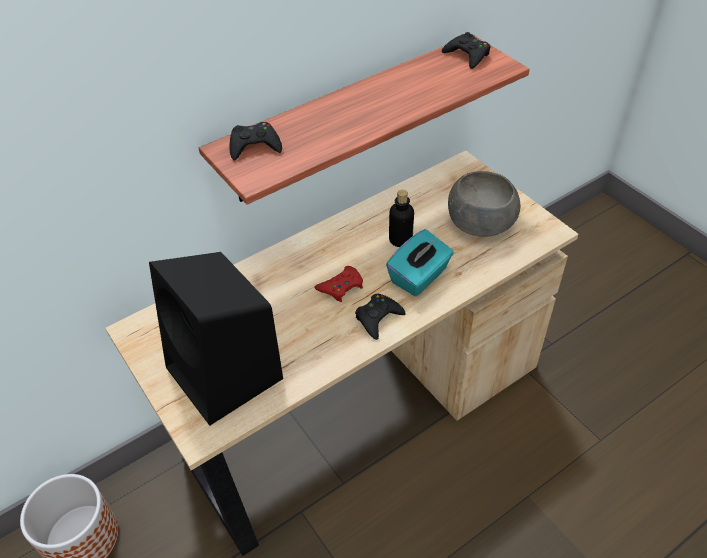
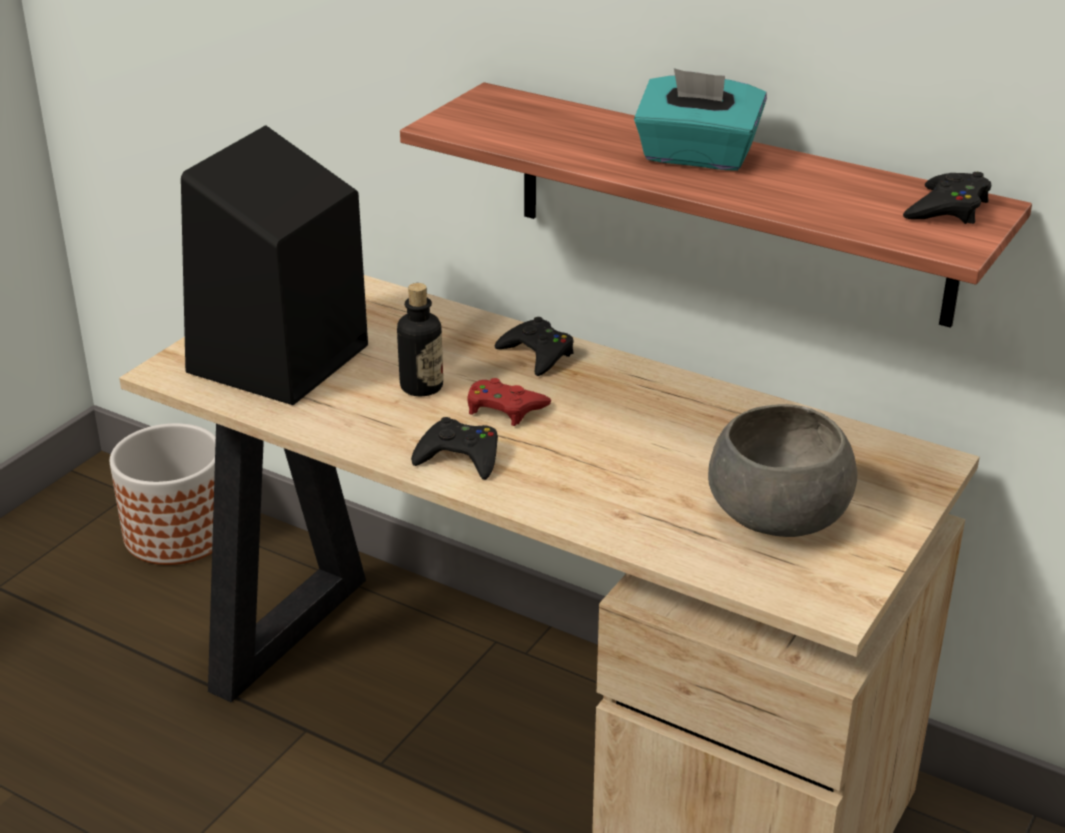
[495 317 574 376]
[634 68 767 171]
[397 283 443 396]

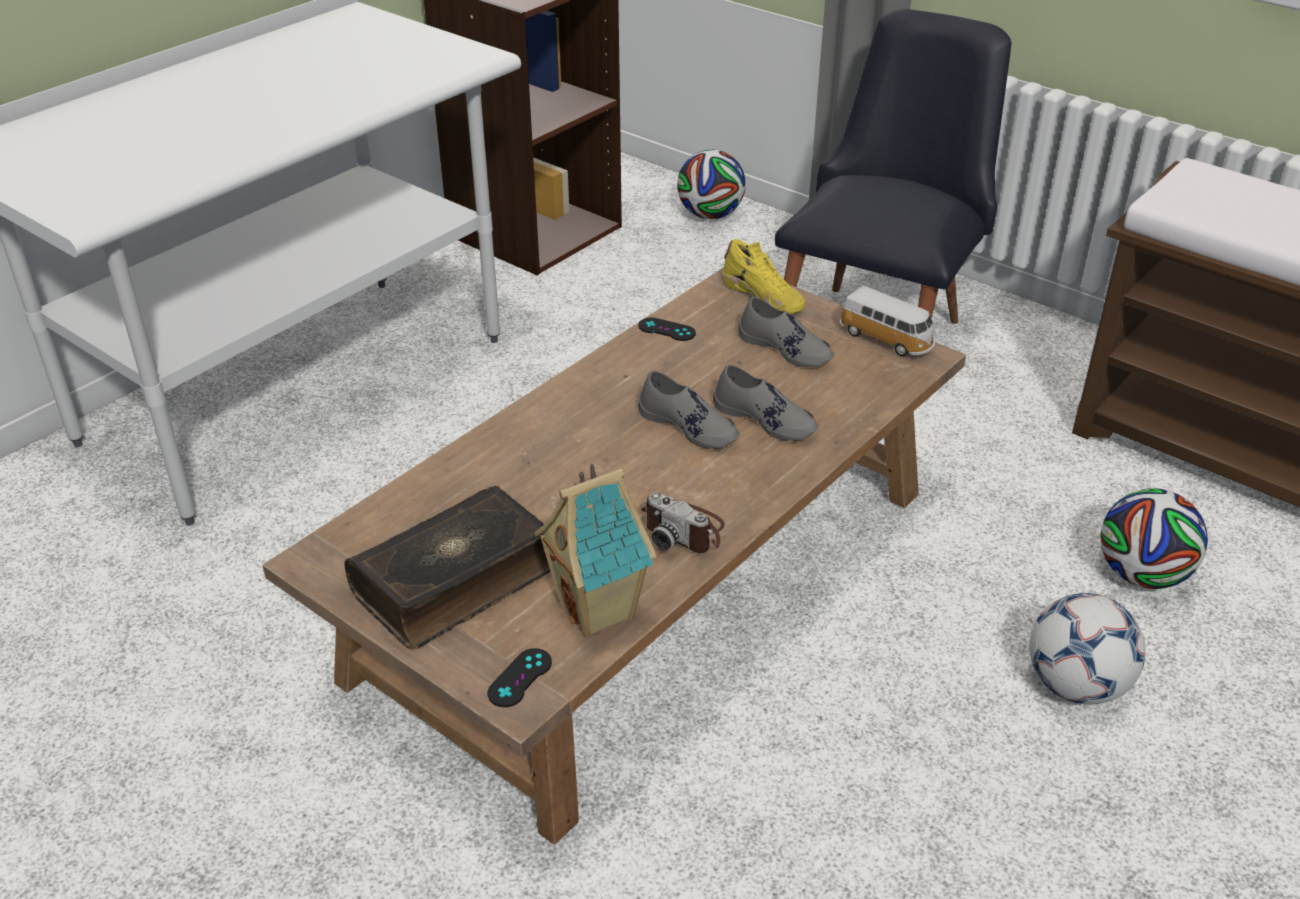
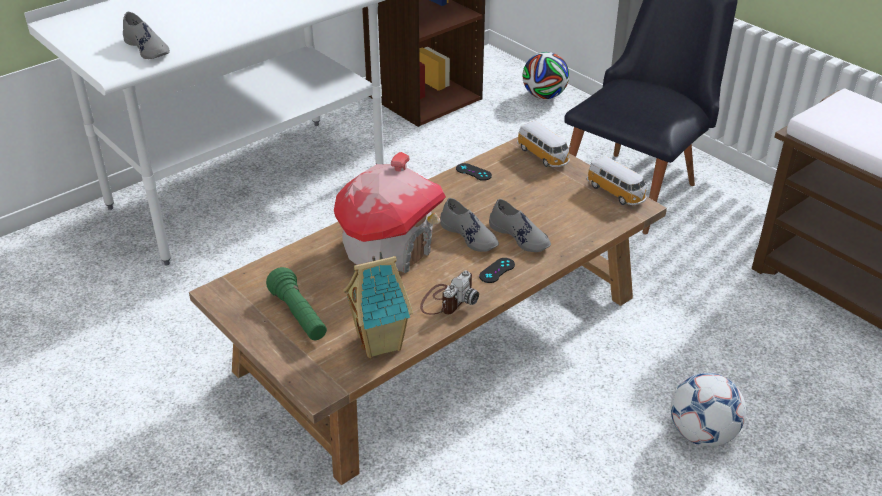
[1100 489 1208 589] (first image)
[334 152 446 273]
[479 258 515 283]
[123 11 170 59]
[266 267 327 340]
[517 121 570 167]
[420 271 479 315]

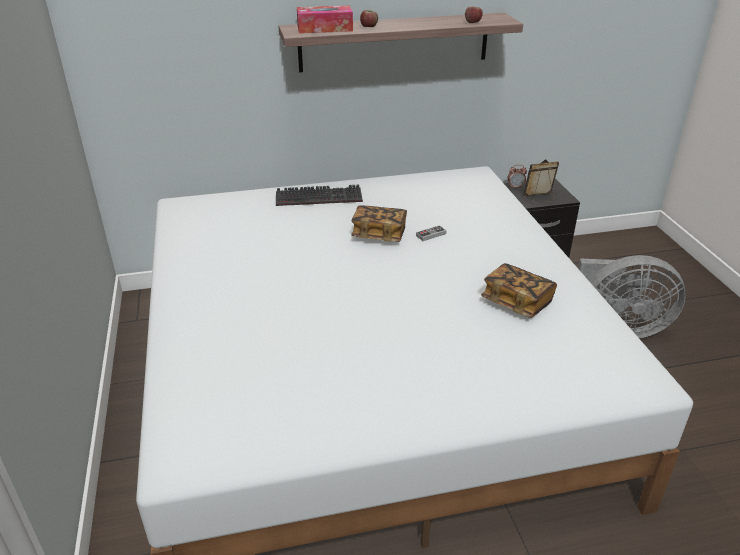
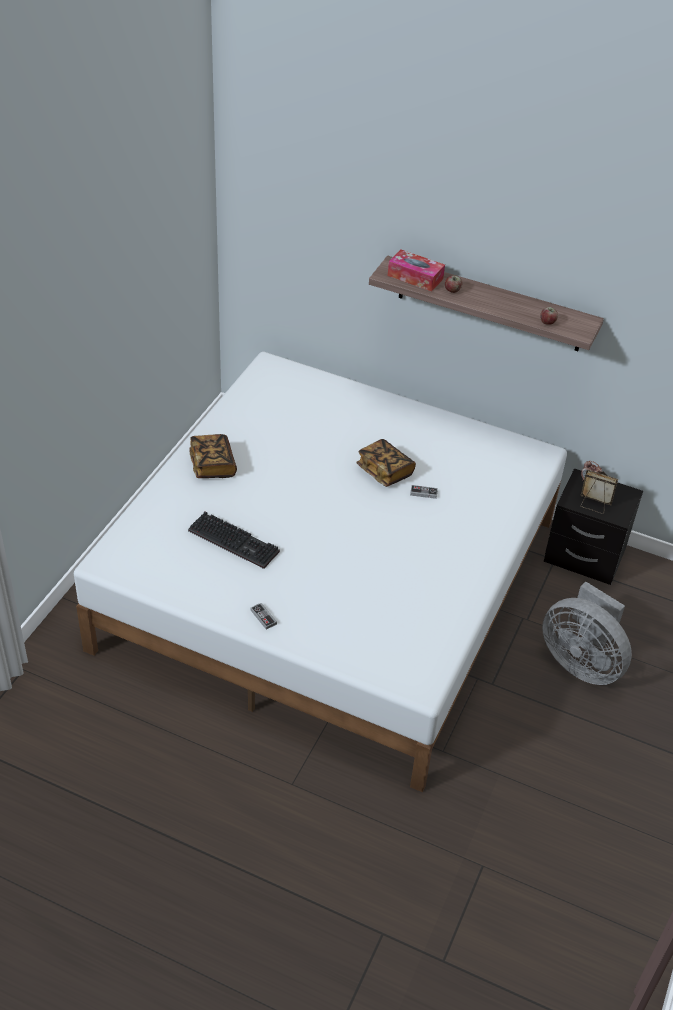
[251 603 277 629]
[188 511 280 569]
[189 434 237 478]

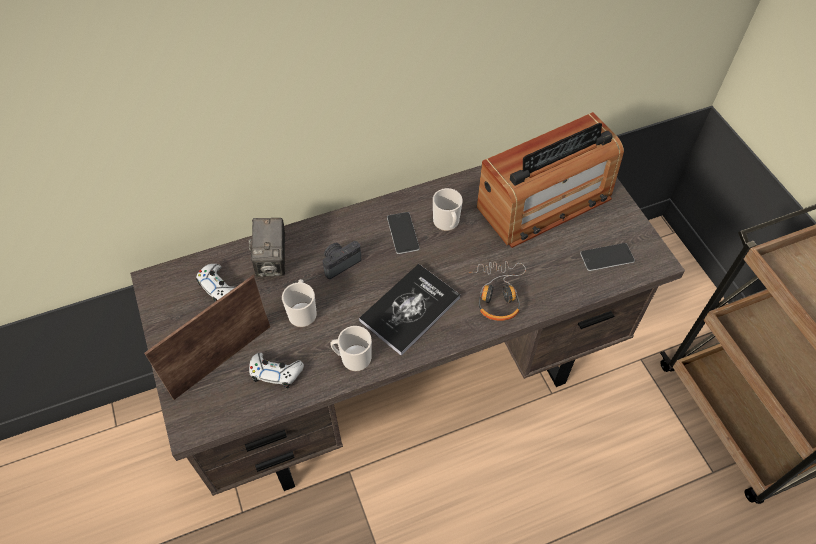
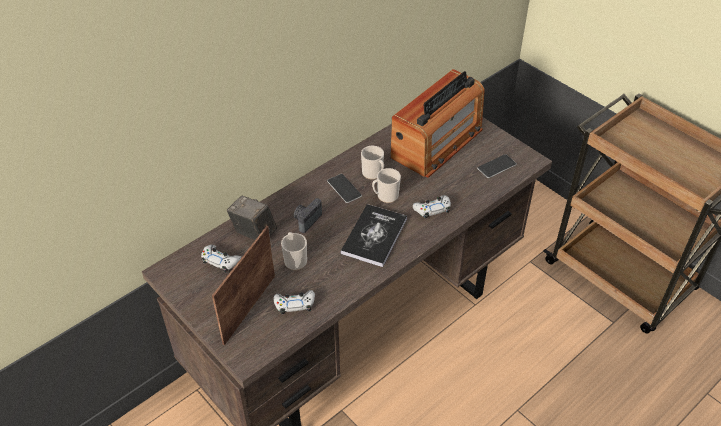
[372 168 401 203]
[413 195 451 219]
[227 196 277 240]

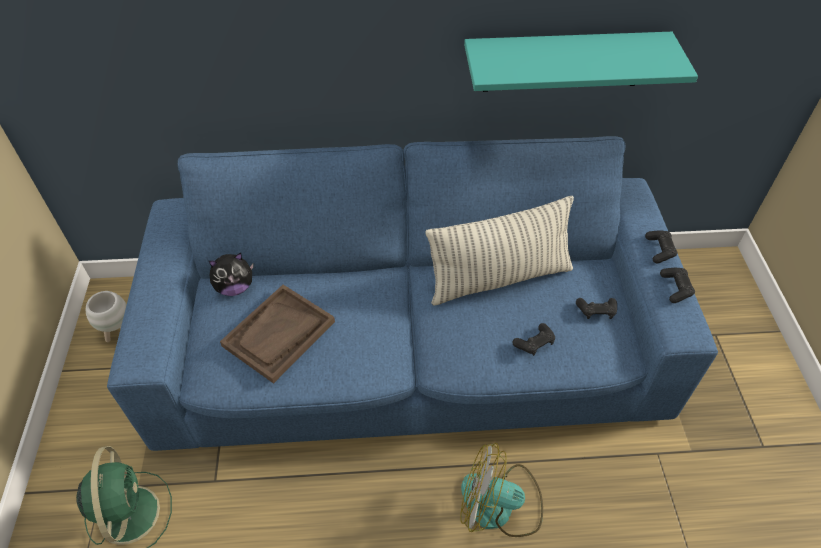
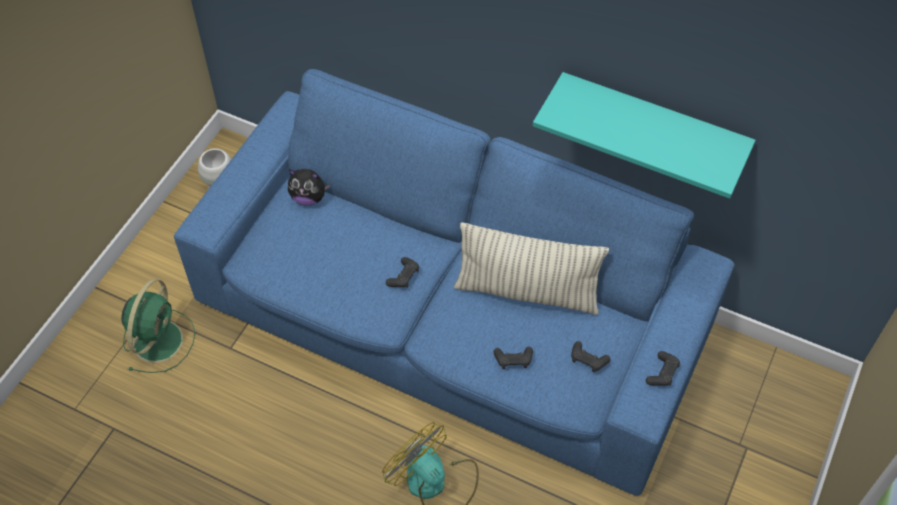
[220 285 335 384] (first image)
[386 257 419 288]

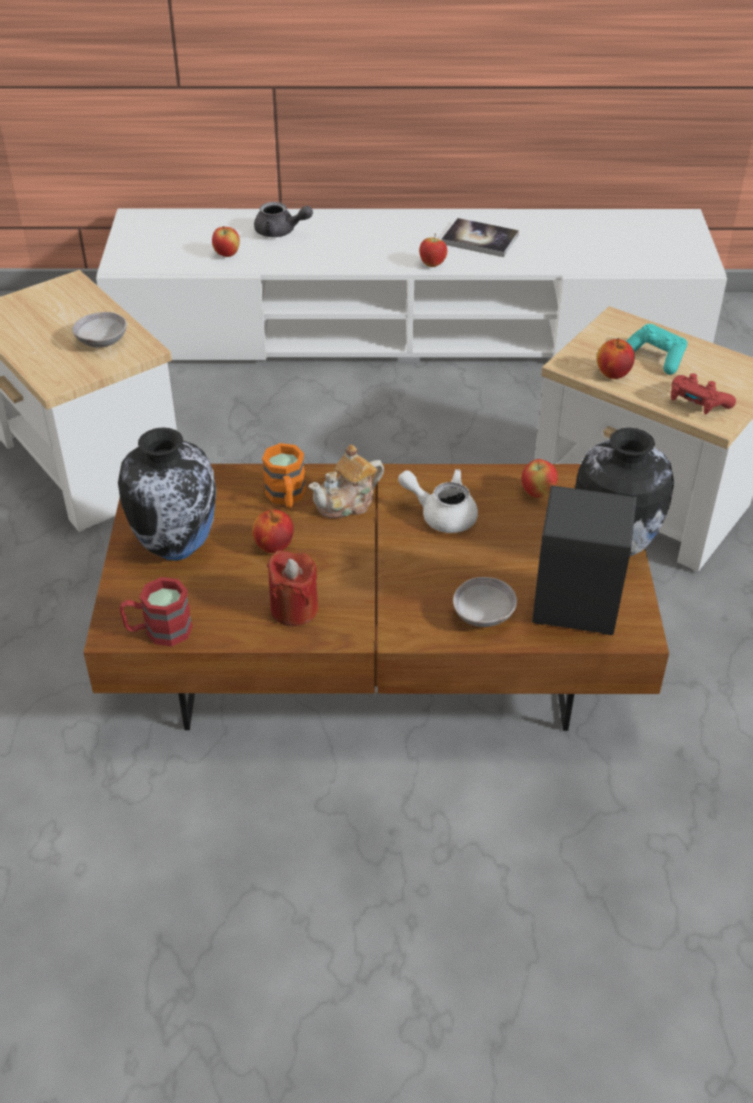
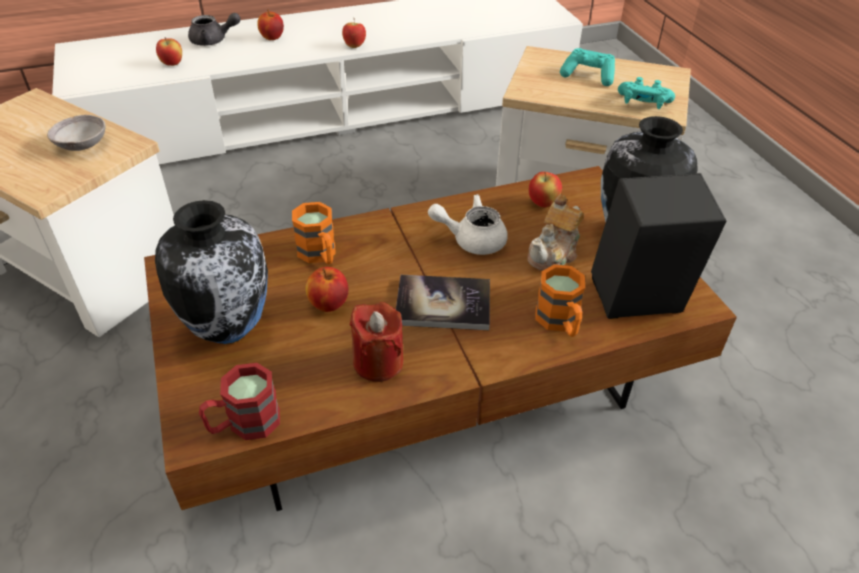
[527 195 584 271]
[396 275 490 330]
[257 9 284 40]
[535 264 585 337]
[618 77 675 109]

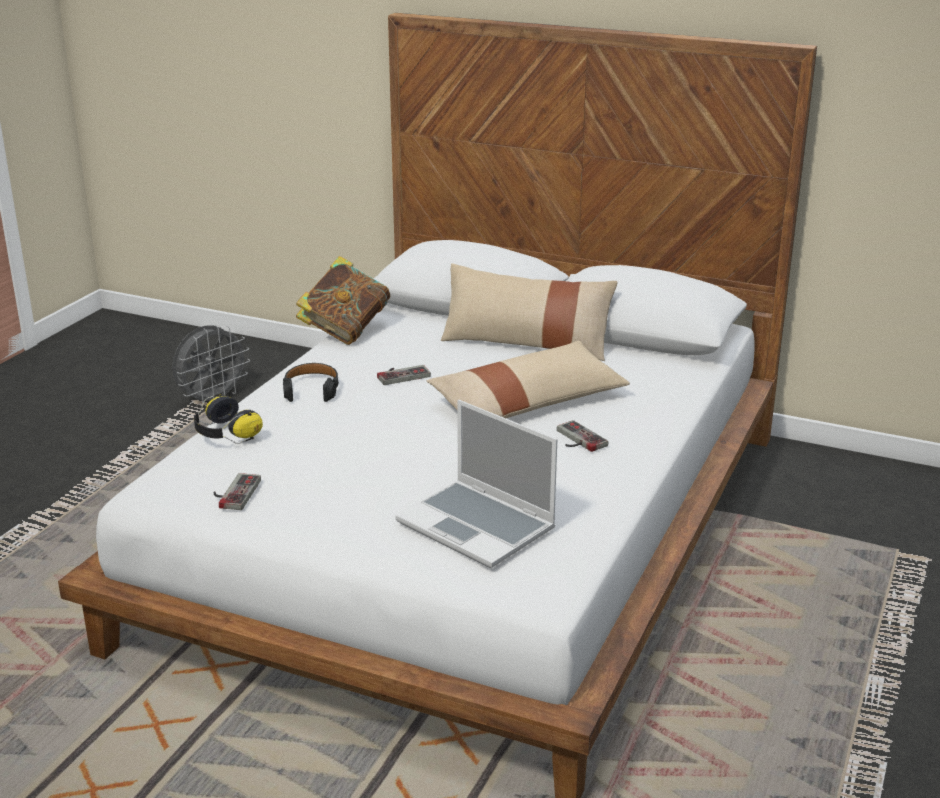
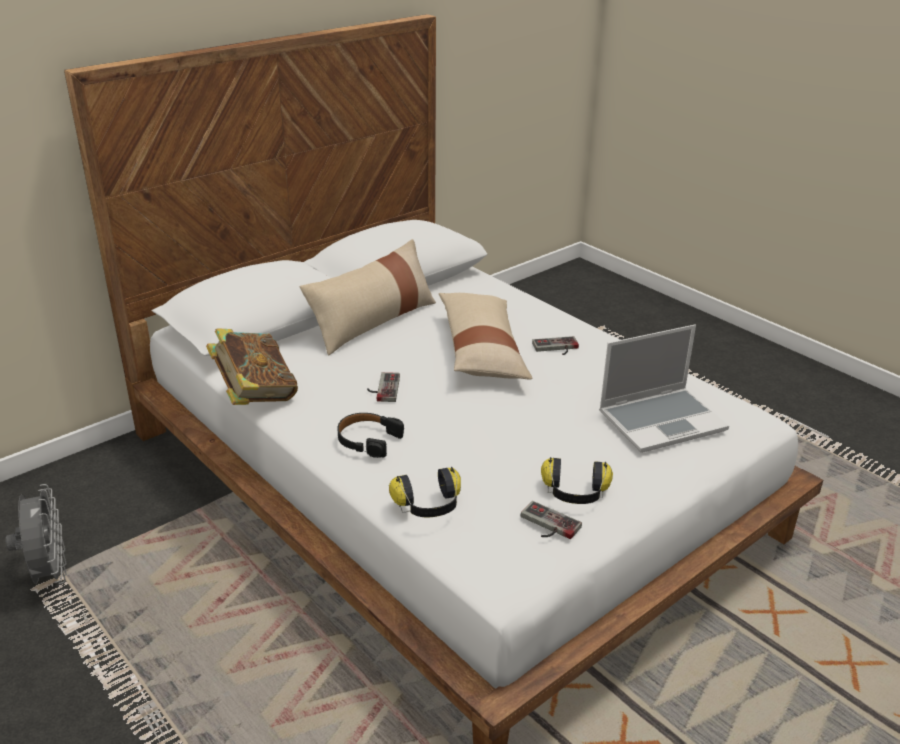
[541 457 613 504]

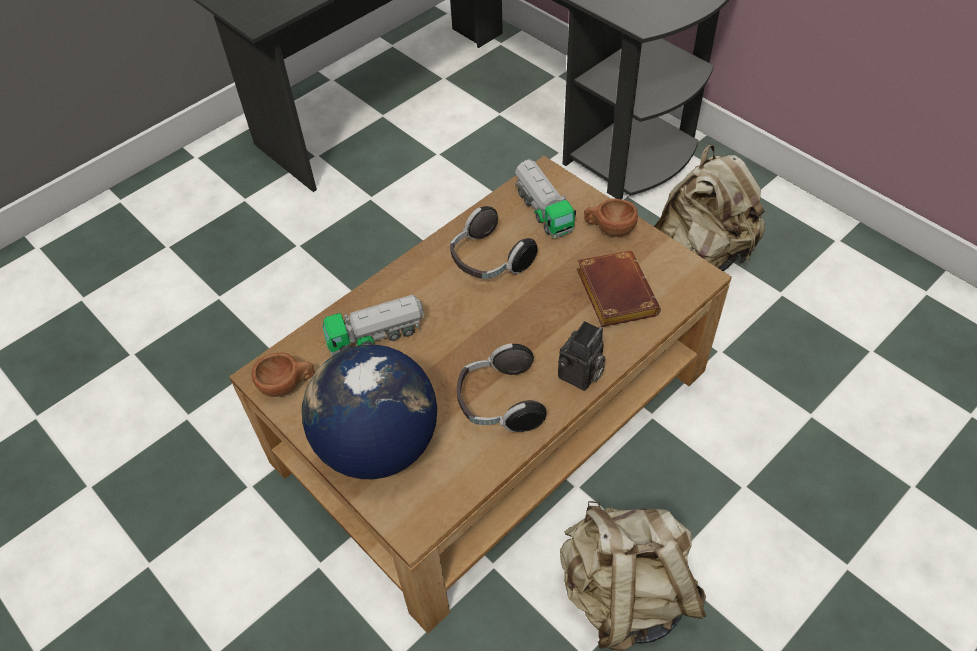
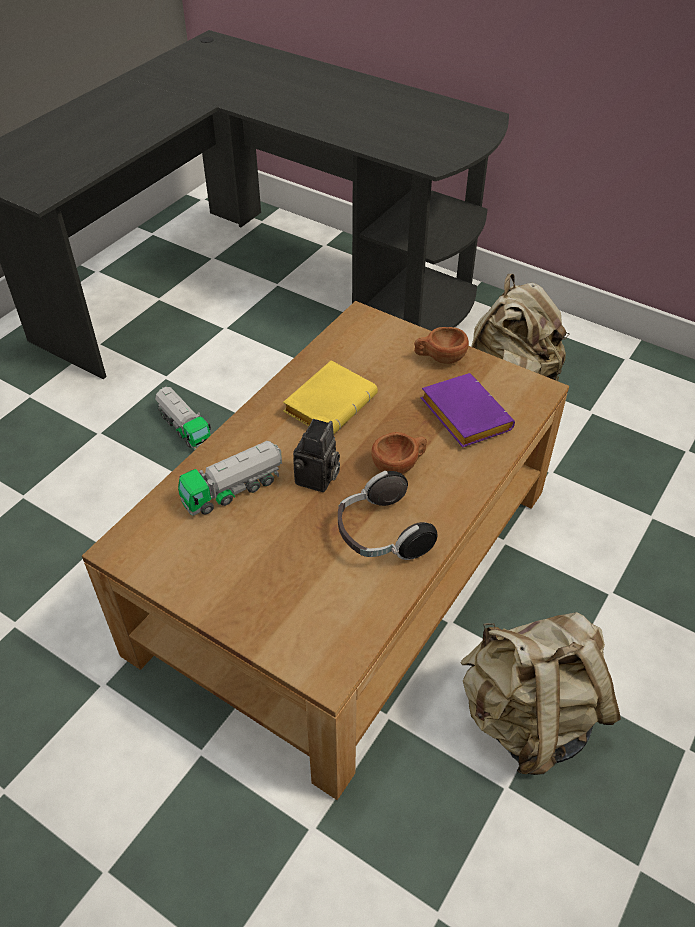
[302 344 437 479] (first image)
[371 432 427 474]
[155 386 211 450]
[293 419 340 492]
[283 360 378 434]
[421 373 515 448]

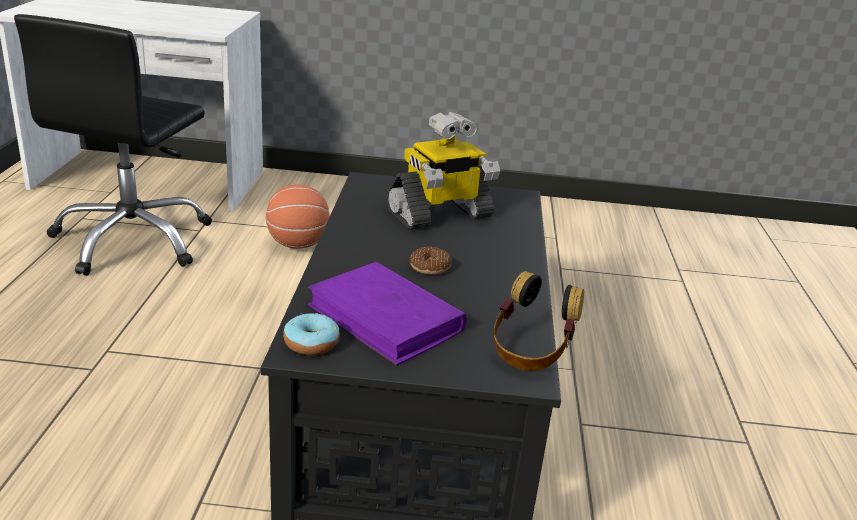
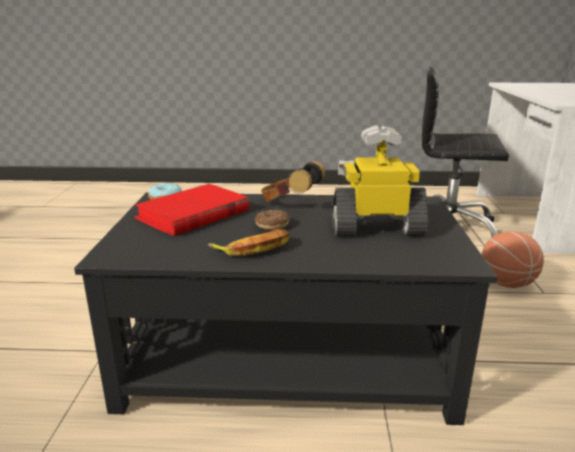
[208 229 290 255]
[261 161 325 203]
[134 184 249 236]
[332 125 428 235]

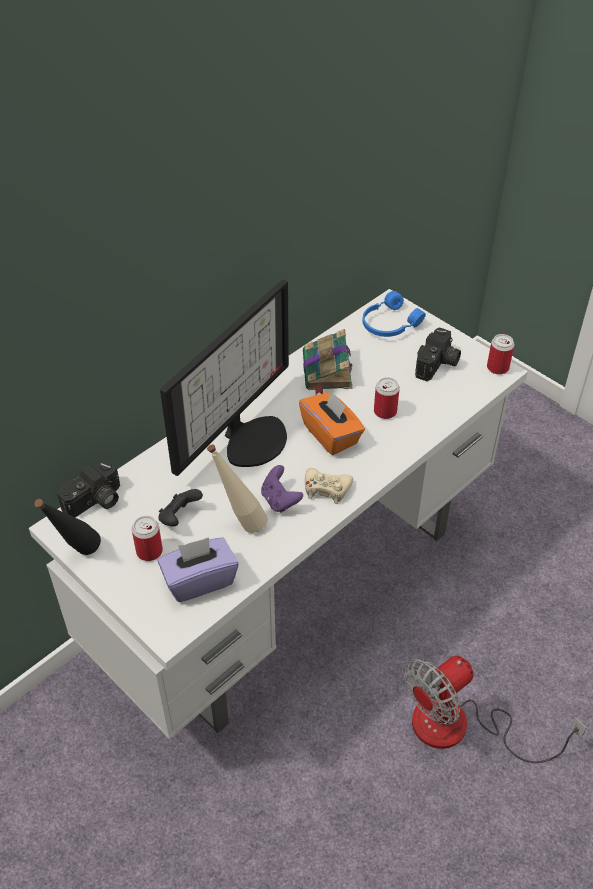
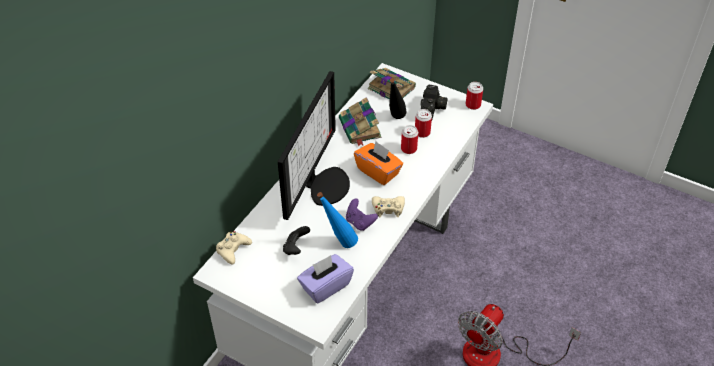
[389 78 406 119]
[415 109 432 138]
[216 231 252 265]
[368 68 416 99]
[317 192 358 248]

